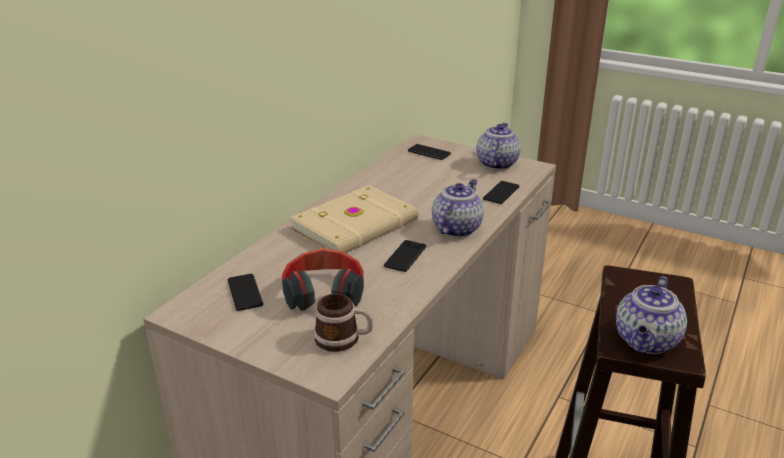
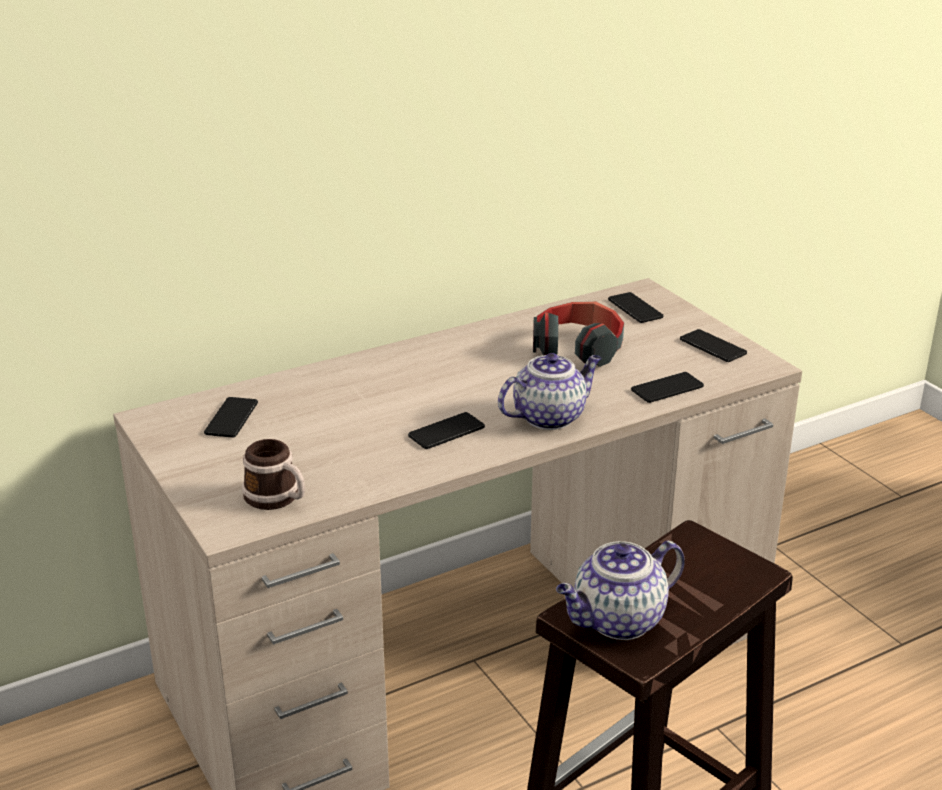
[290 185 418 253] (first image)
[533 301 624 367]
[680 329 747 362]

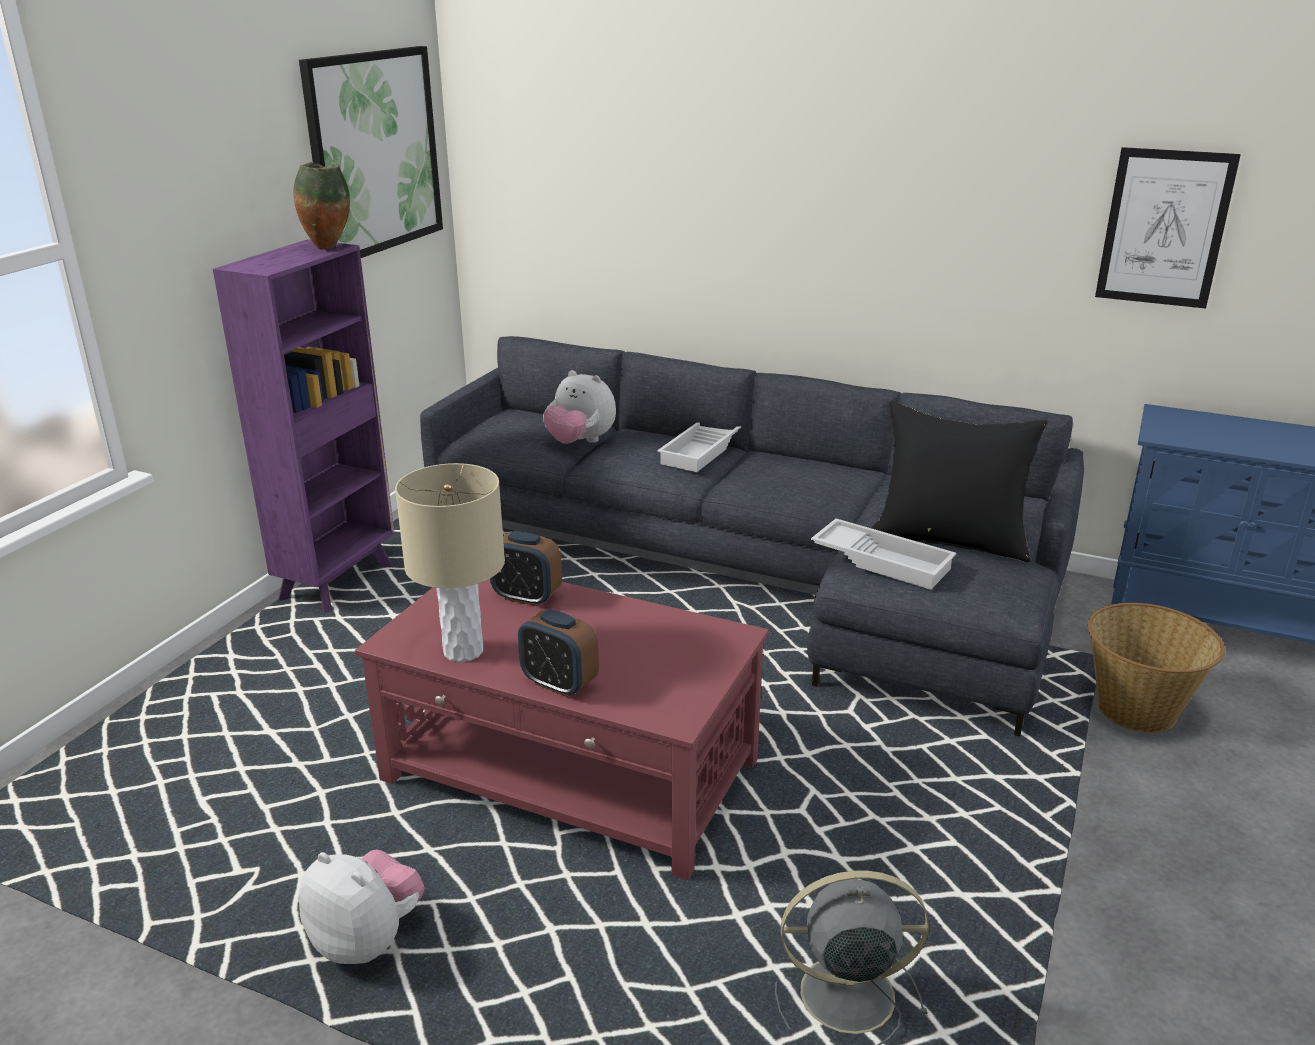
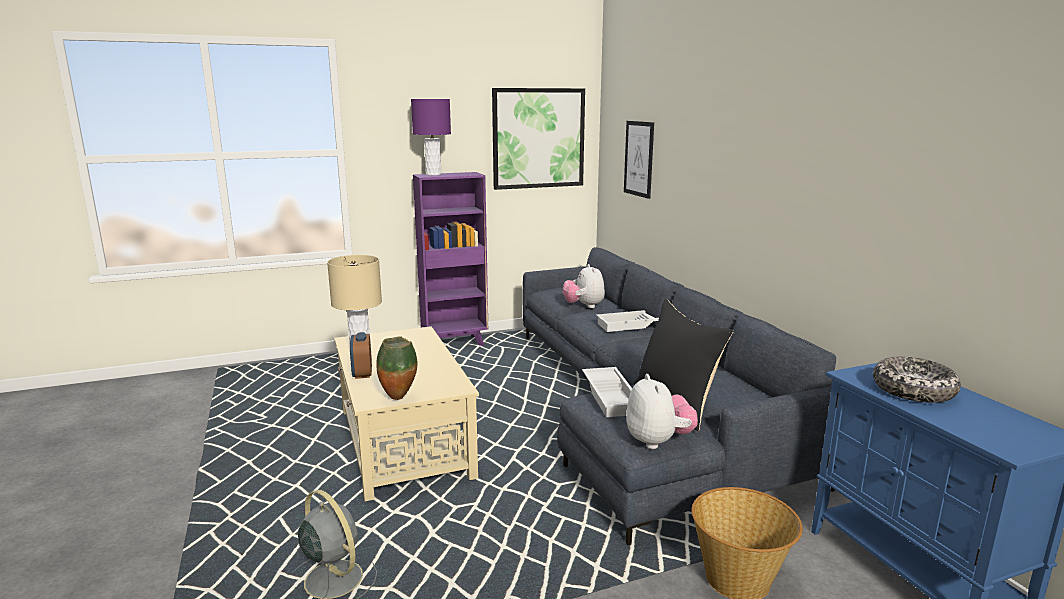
[490 531 562 607] (first image)
[411 99 451 175]
[873 357 961 403]
[377 336 418 400]
[626 374 698 449]
[624 121 654 199]
[334 326 479 501]

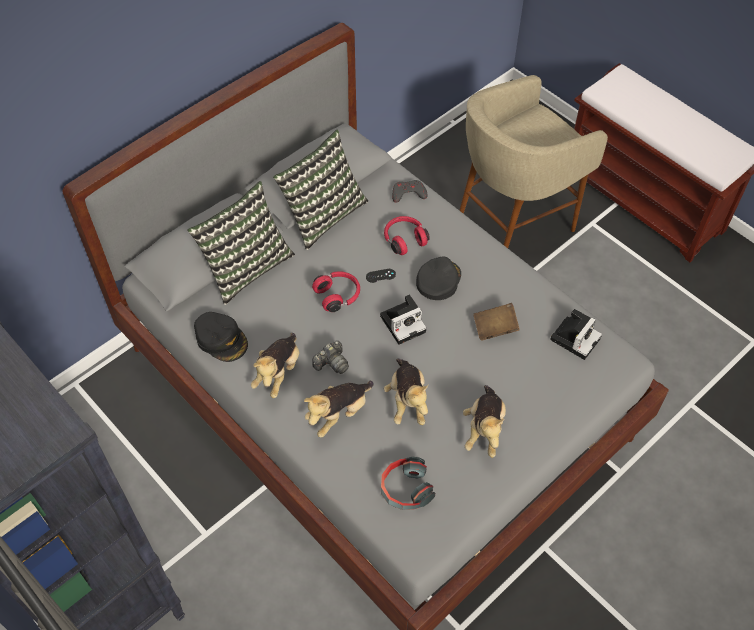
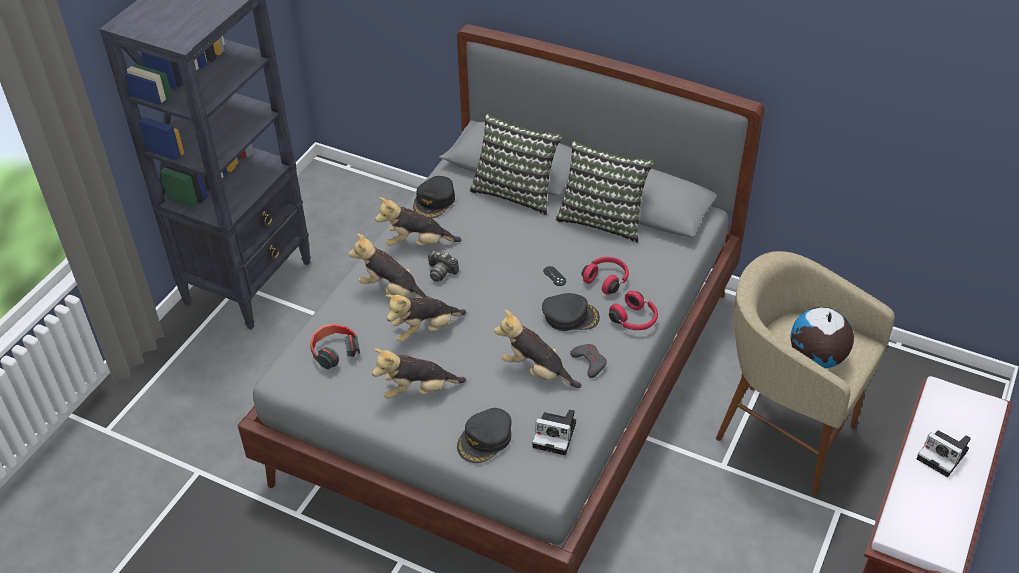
[457 408 512 463]
[791 307 854 368]
[609 291 658 330]
[916 430 971 477]
[570 344 607 378]
[494 309 582 388]

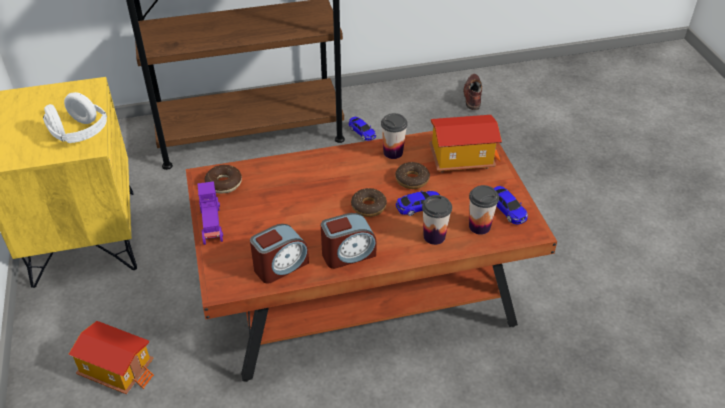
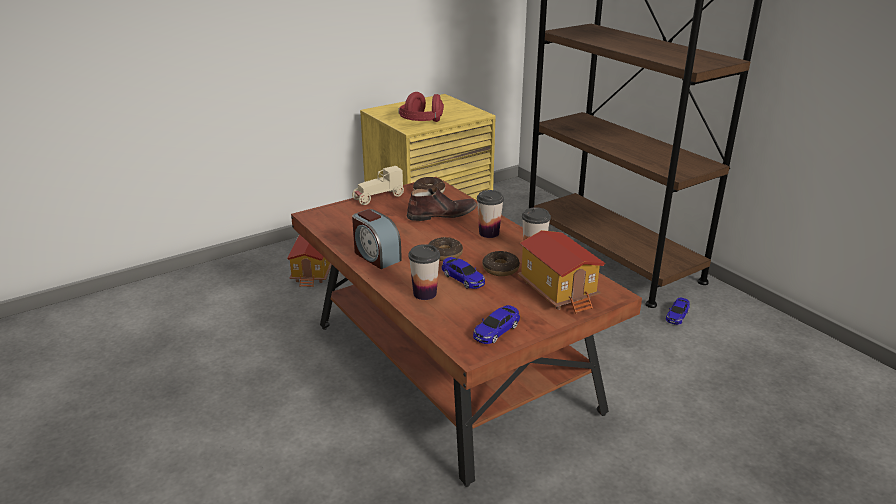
[250 224 309 284] (first image)
[407 187 477 221]
[477 190 504 238]
[398 92 444 122]
[352 166 404 205]

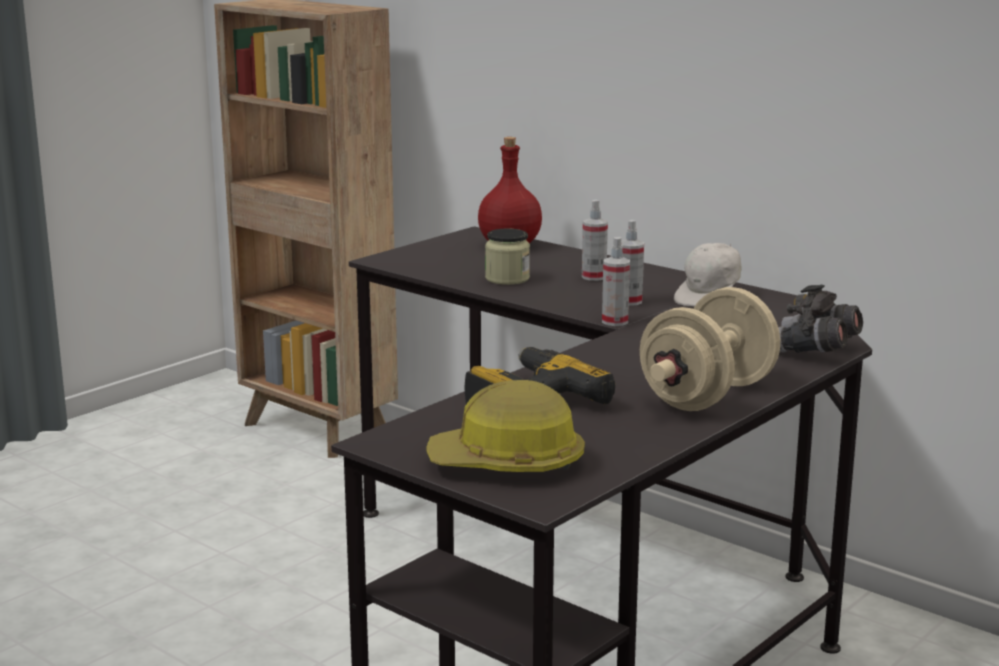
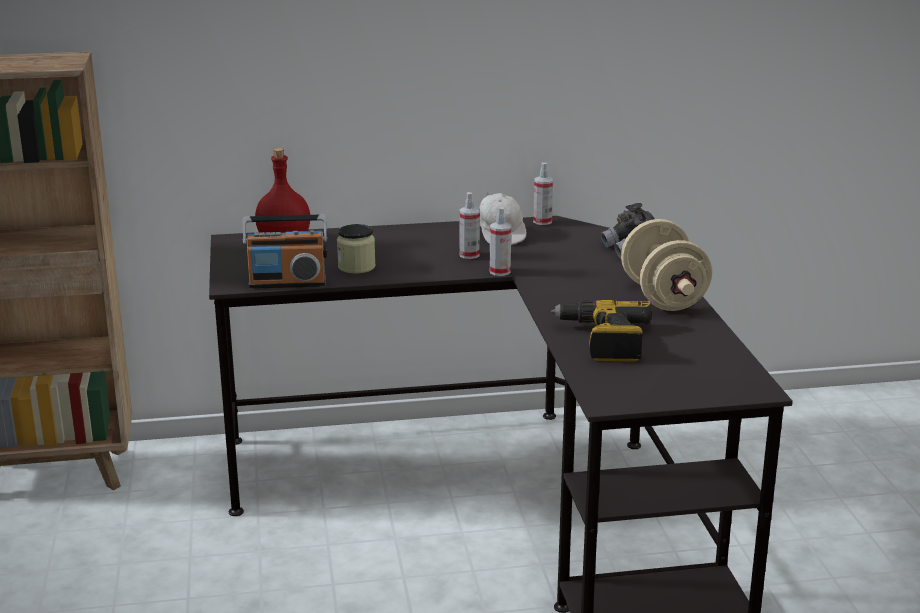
[427 380 585 472] (first image)
[242 215 328 289]
[533 162 553 225]

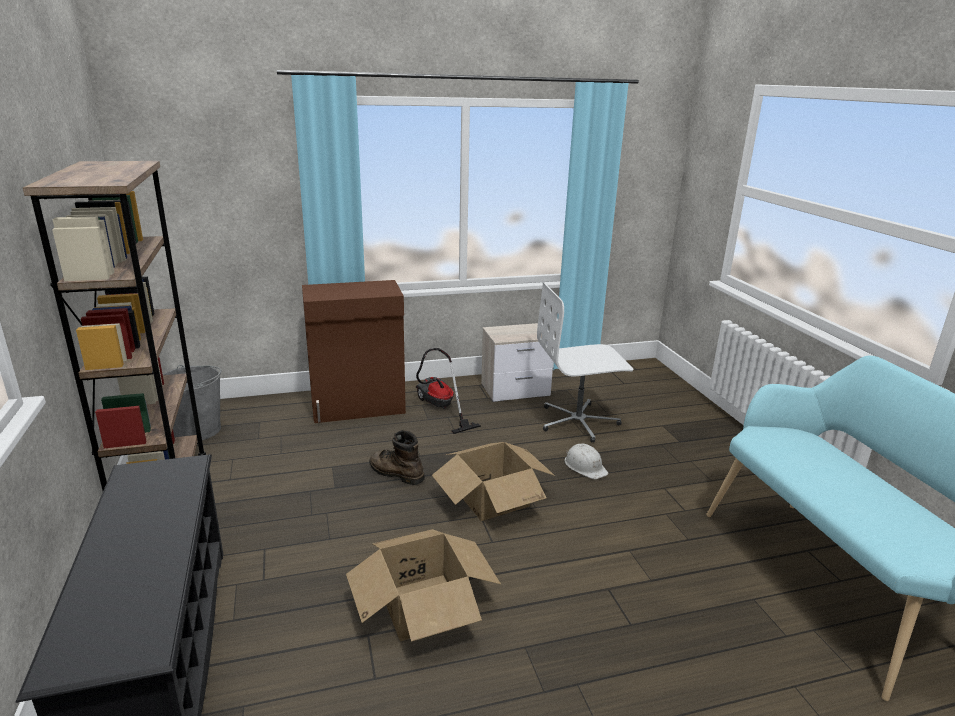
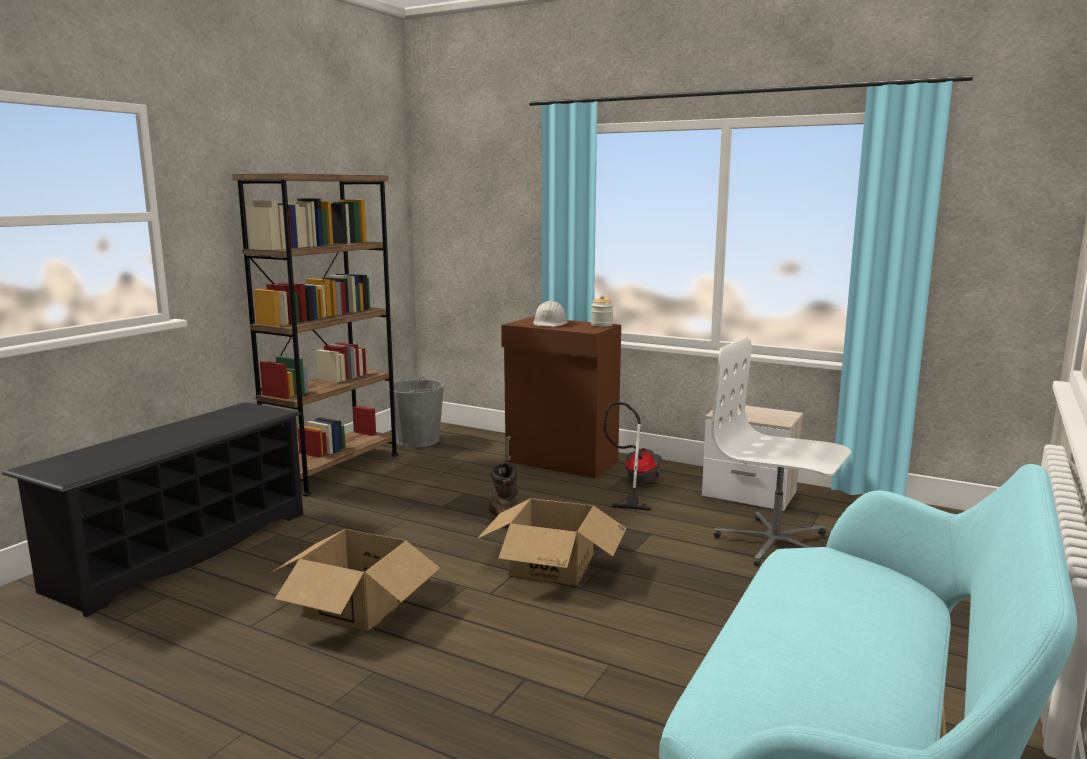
[591 295 613 327]
[533 301 568 327]

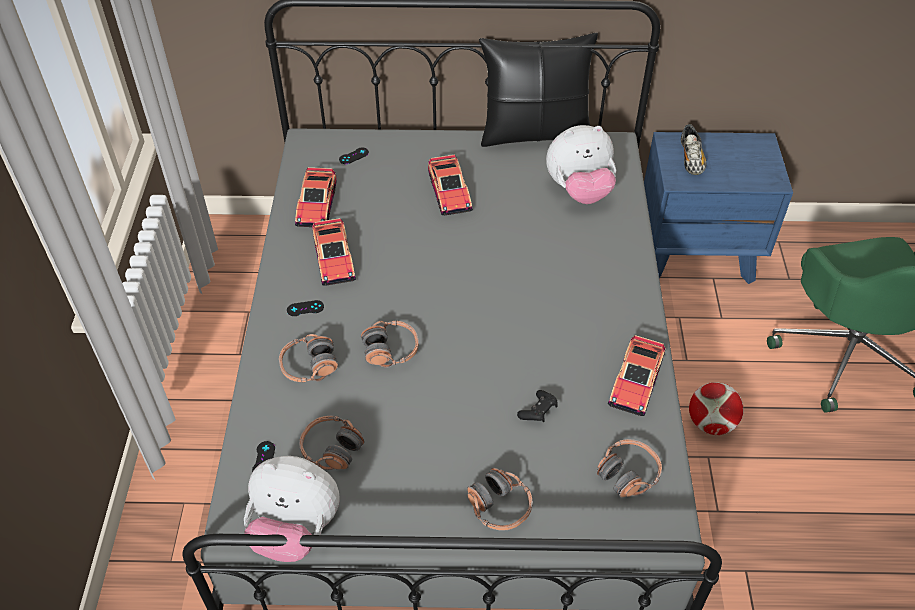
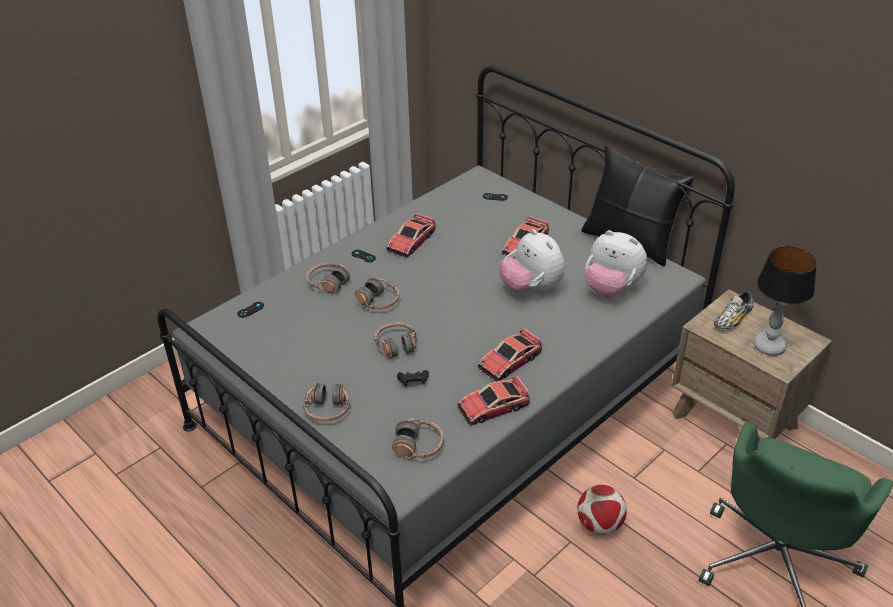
[753 246 817 356]
[499 229 565 293]
[478 328 542 381]
[374 322 416 358]
[672 289 832 443]

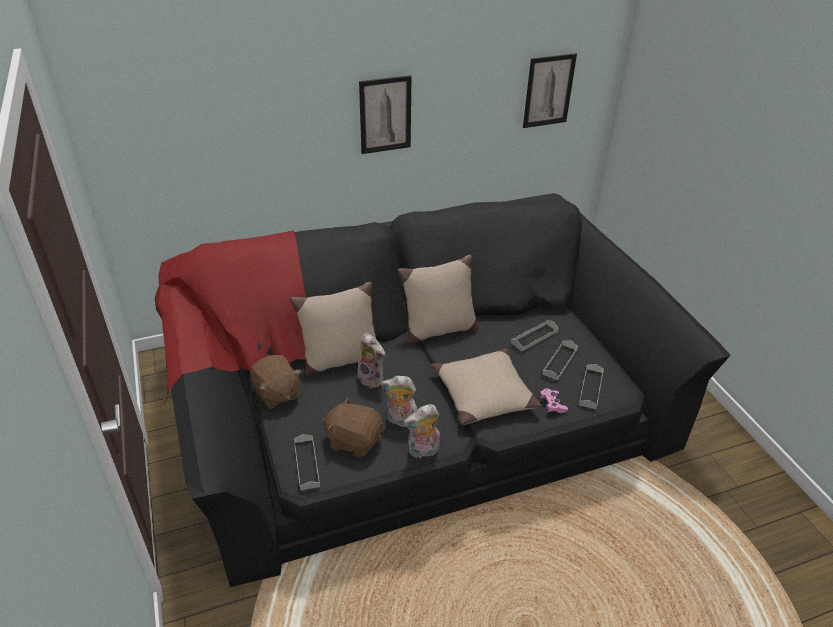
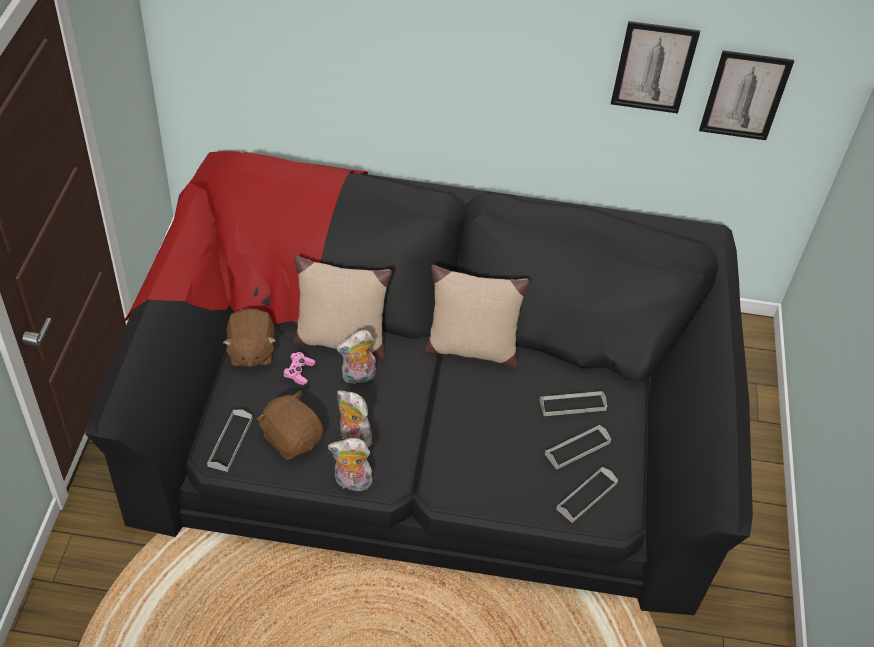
[430 348 542 425] (first image)
[611 21 700 113]
[283 352 315 385]
[336 330 376 384]

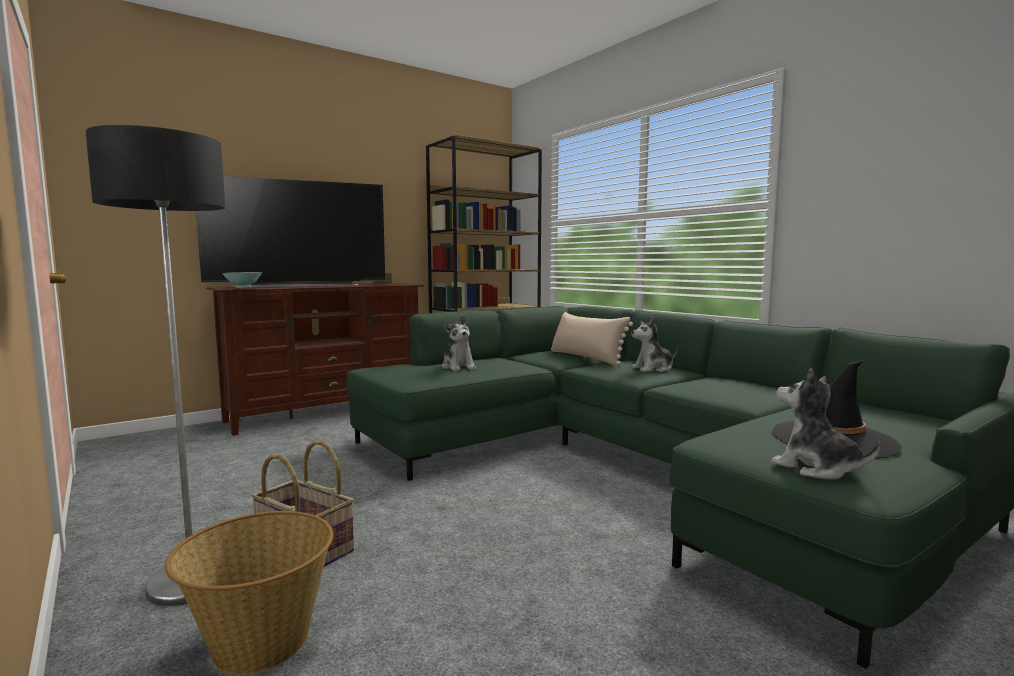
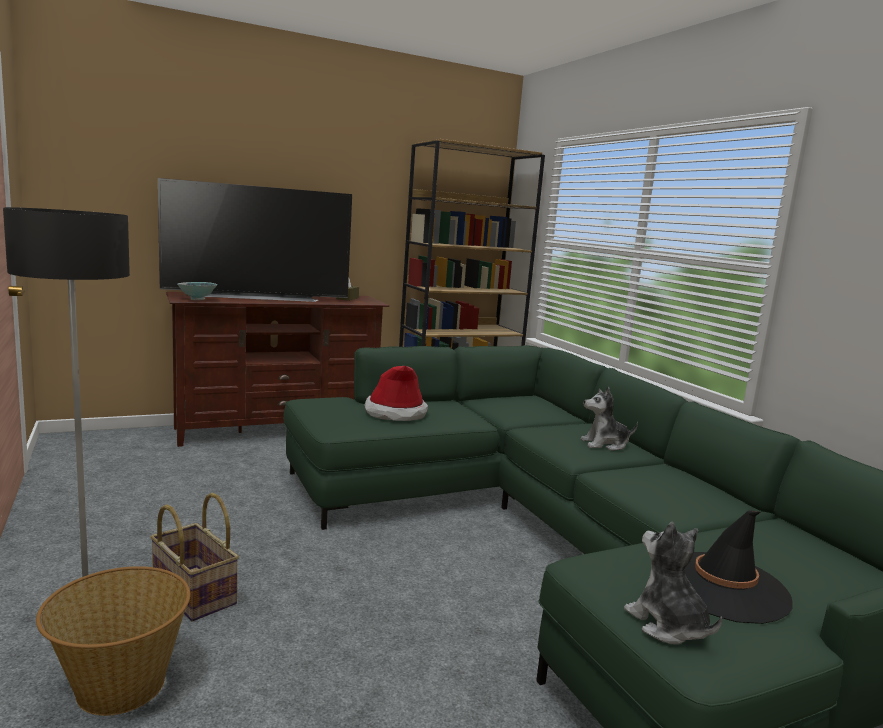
[551 312 633 365] (first image)
[364 366 428 421]

